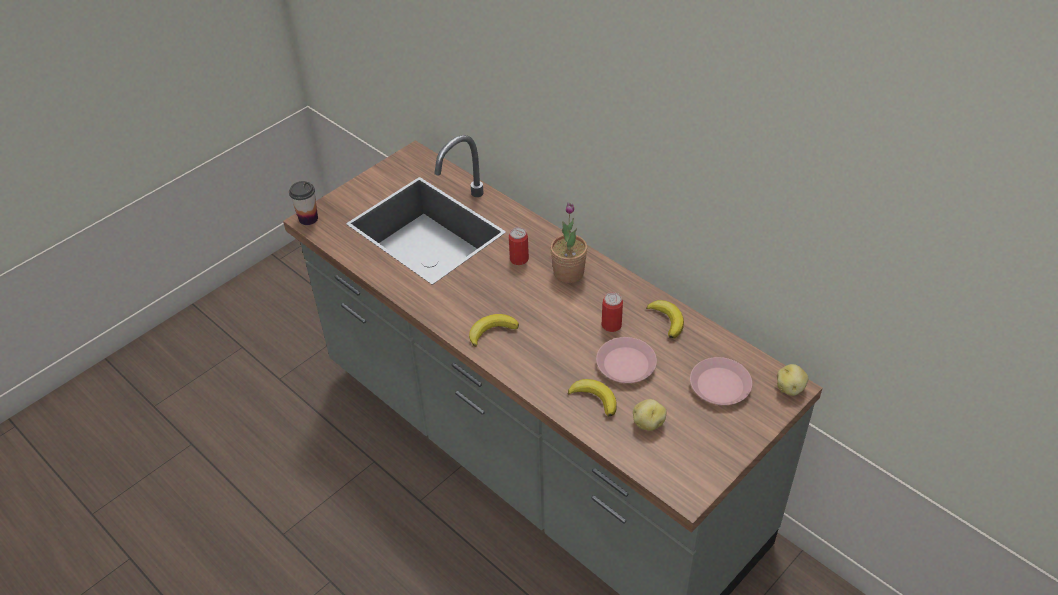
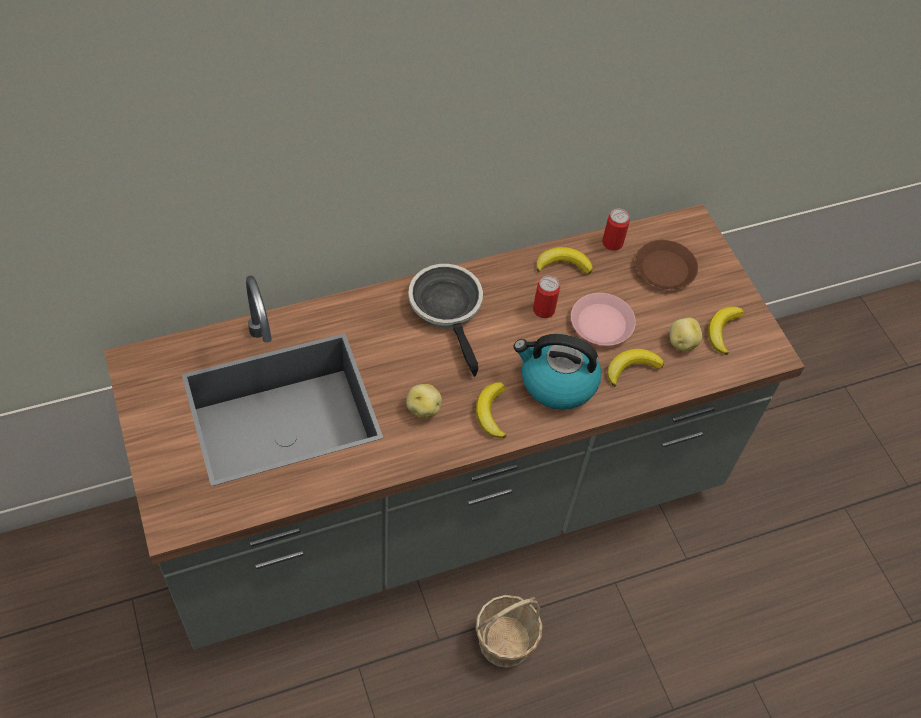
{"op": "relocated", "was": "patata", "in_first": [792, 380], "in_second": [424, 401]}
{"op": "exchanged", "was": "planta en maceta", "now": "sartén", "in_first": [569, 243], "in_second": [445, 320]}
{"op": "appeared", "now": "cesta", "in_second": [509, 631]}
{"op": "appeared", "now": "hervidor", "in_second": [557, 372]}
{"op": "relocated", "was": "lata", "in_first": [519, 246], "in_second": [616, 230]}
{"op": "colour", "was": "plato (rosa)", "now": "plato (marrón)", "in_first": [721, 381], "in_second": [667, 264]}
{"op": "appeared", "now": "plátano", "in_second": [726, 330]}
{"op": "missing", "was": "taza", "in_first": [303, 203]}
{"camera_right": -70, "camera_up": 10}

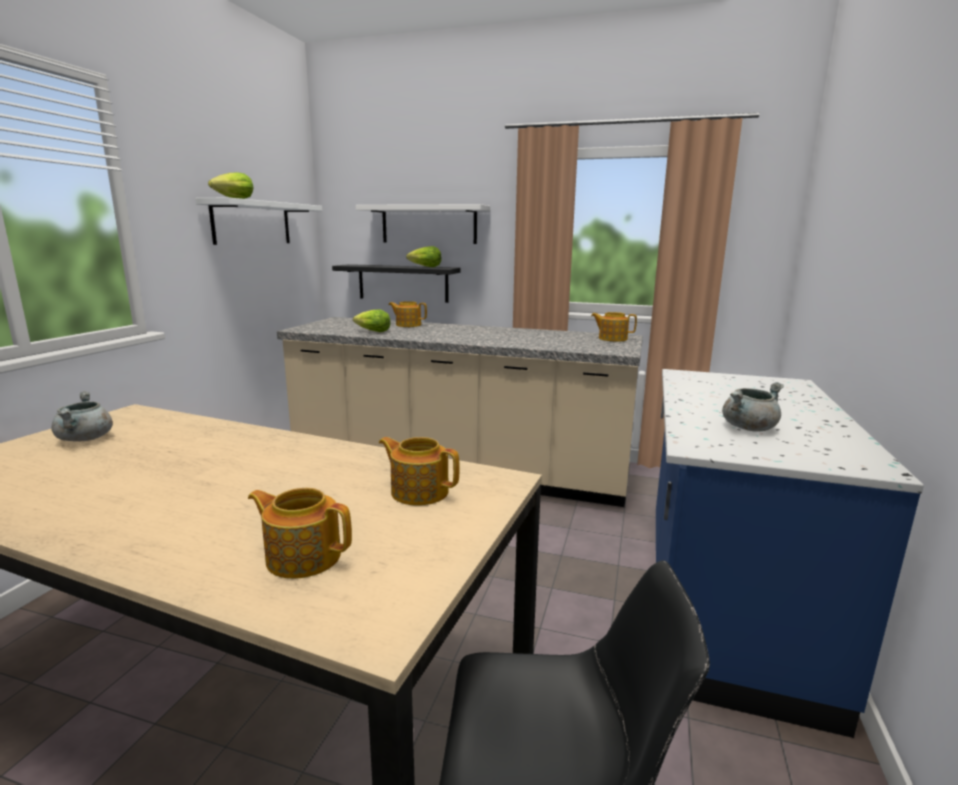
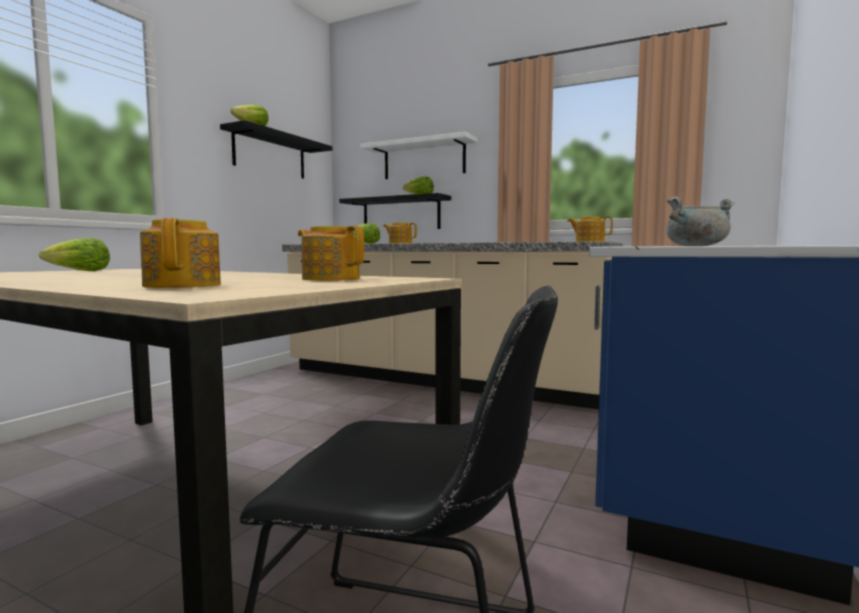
{"op": "exchanged", "was": "olla (gris)", "now": "lechuga", "in_first": [82, 416], "in_second": [74, 254]}
{"op": "spun", "was": "tetera", "in_first": [300, 533], "in_second": [180, 253], "clockwise": 45}
{"op": "colour", "was": "estante (blanco)", "now": "estante (negro)", "in_first": [258, 221], "in_second": [276, 149]}
{"camera_right": 10, "camera_up": -10}

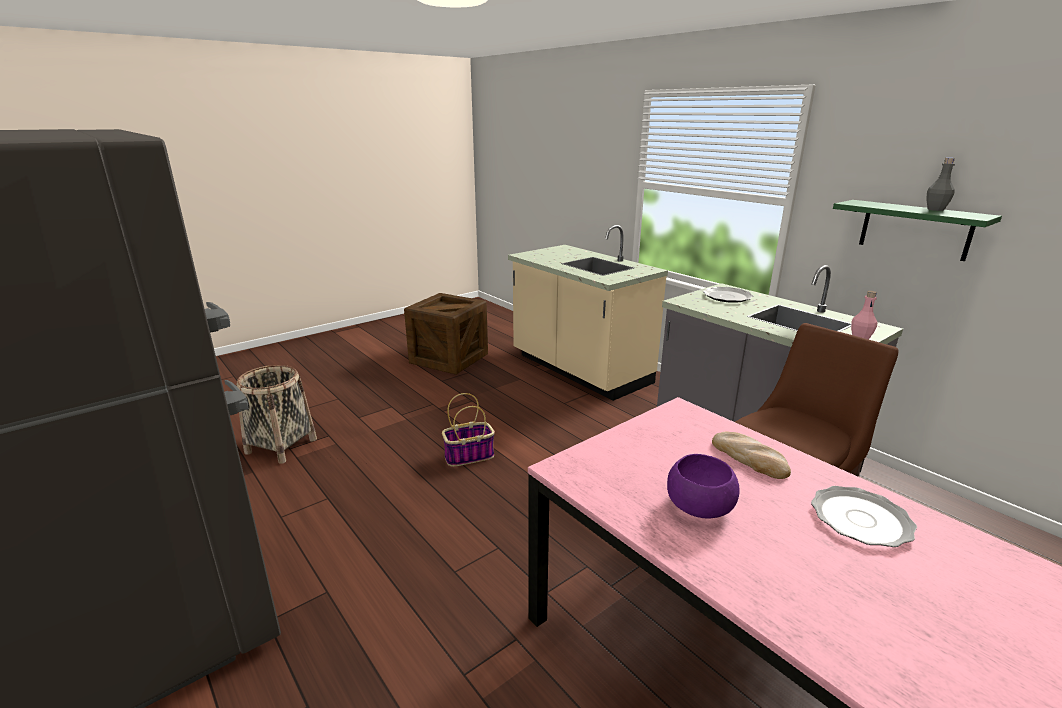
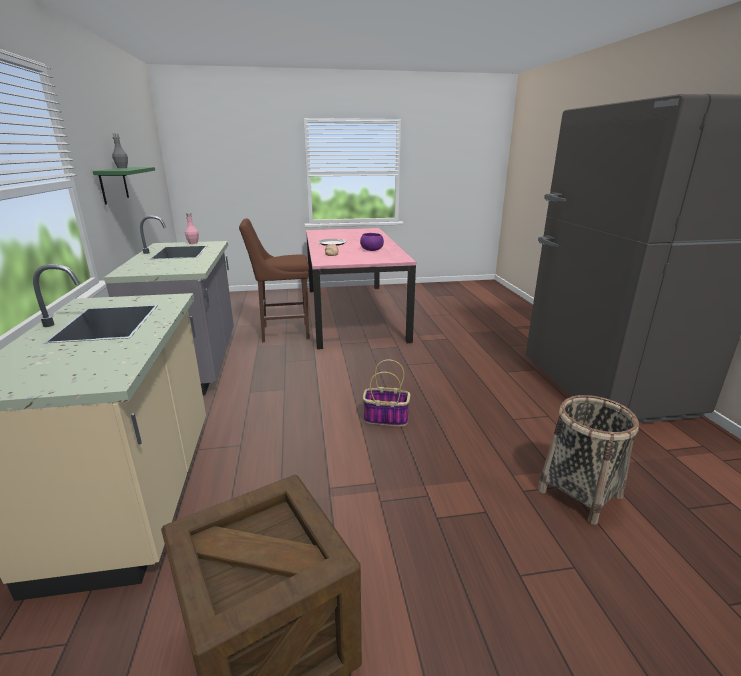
{"op": "missing", "was": "plato", "in_first": [728, 295]}
{"camera_right": -150, "camera_up": 0}

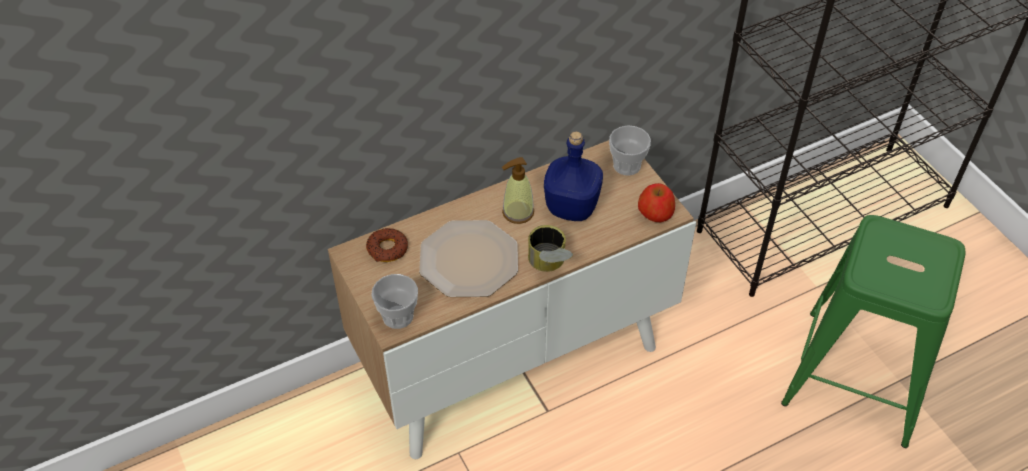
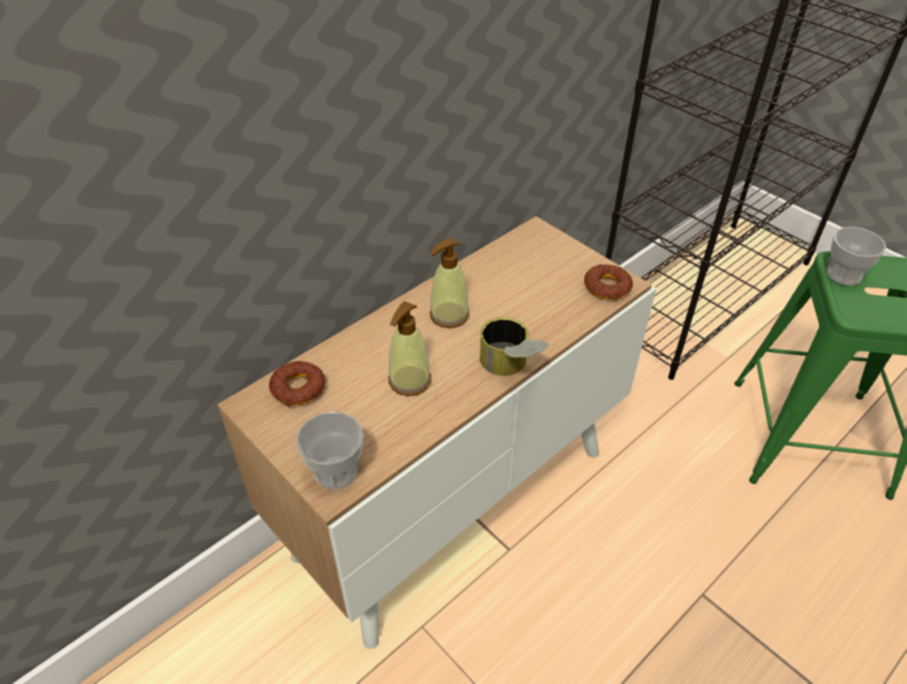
{"op": "exchanged", "was": "plato", "now": "dispensador de jabón", "in_first": [468, 258], "in_second": [409, 348]}
{"op": "exchanged", "was": "manzana", "now": "rosquilla", "in_first": [656, 202], "in_second": [608, 282]}
{"op": "relocated", "was": "taza", "in_first": [630, 150], "in_second": [856, 256]}
{"op": "missing", "was": "botella (azul)", "in_first": [573, 176]}
{"camera_right": -15, "camera_up": -5}

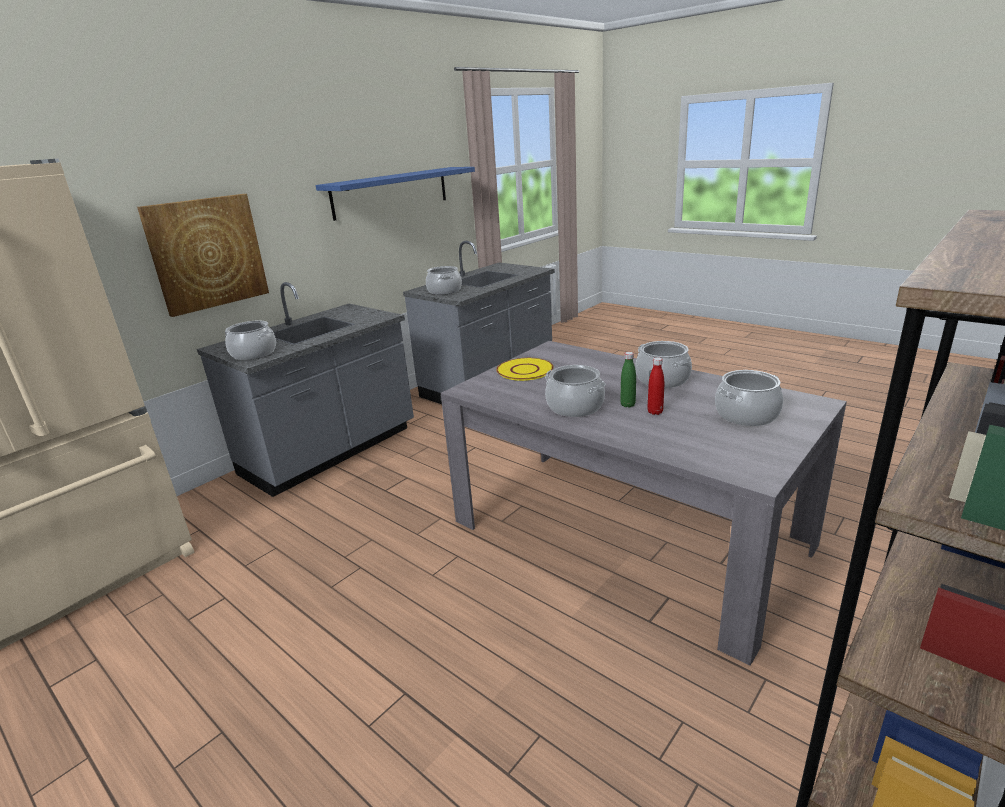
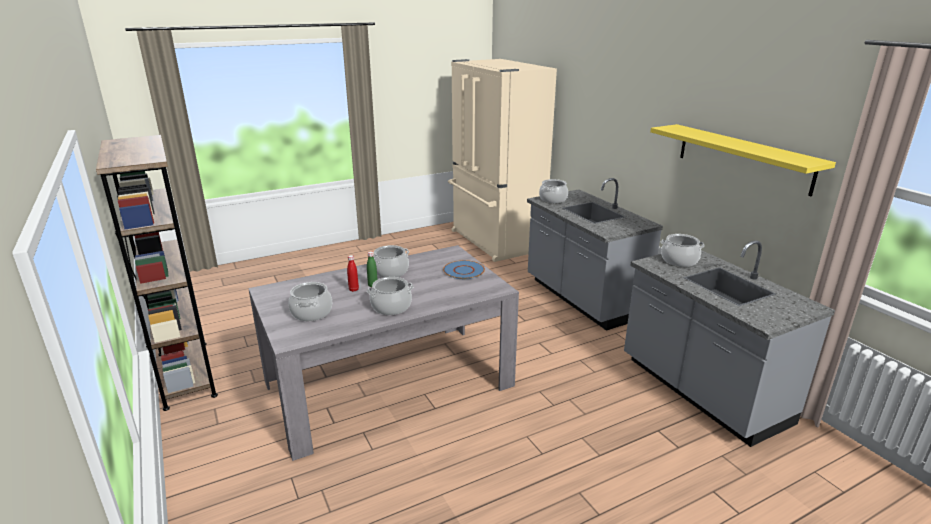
{"op": "colour", "was": "plato (amarillo)", "now": "plato (azul)", "in_first": [524, 369], "in_second": [464, 269]}
{"op": "colour", "was": "estante (azul)", "now": "estante (amarillo)", "in_first": [395, 194], "in_second": [743, 160]}
{"op": "missing", "was": "cuadro", "in_first": [203, 255]}
{"camera_right": 110, "camera_up": 0}

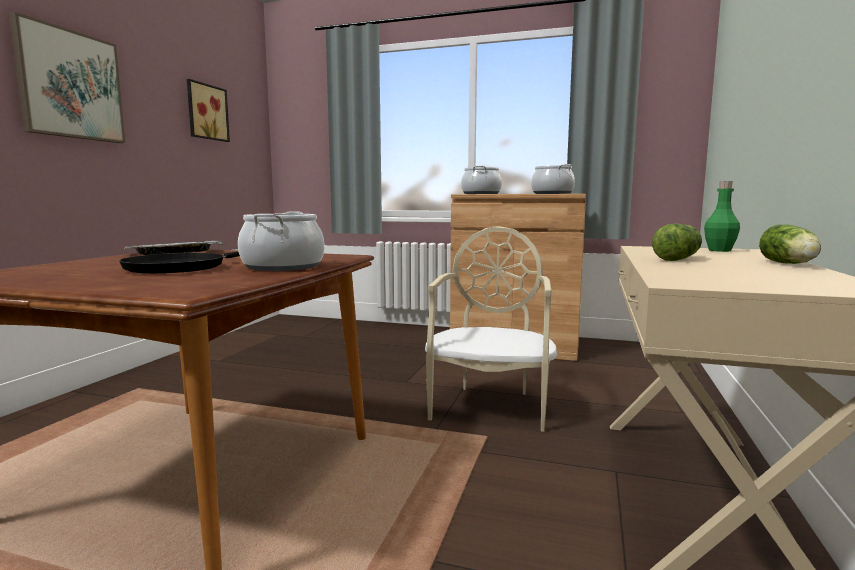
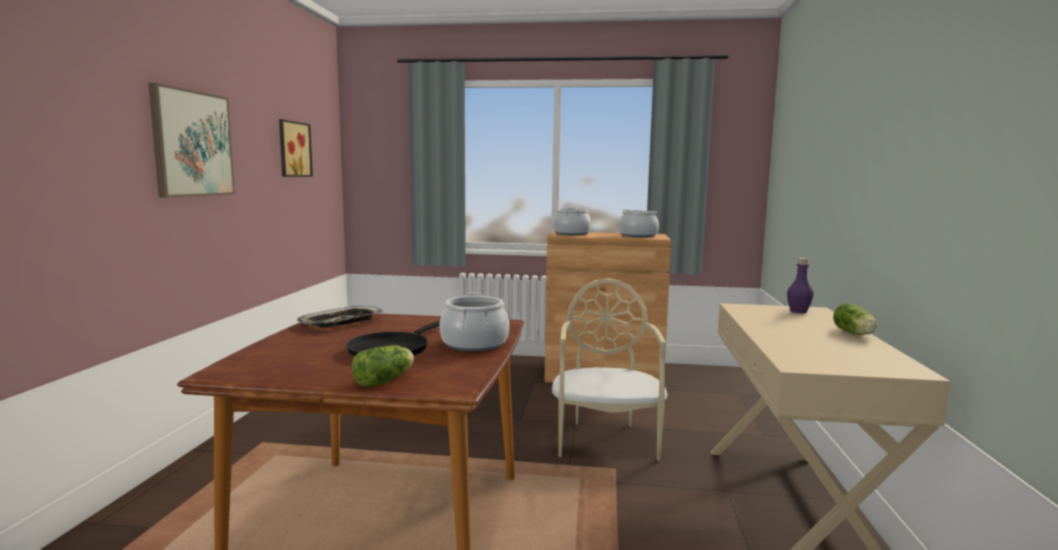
{"op": "relocated", "was": "lechuga", "in_first": [677, 242], "in_second": [382, 366]}
{"op": "colour", "was": "botella (verde)", "now": "botella (morado)", "in_first": [722, 216], "in_second": [800, 285]}
{"camera_right": -10, "camera_up": 0}

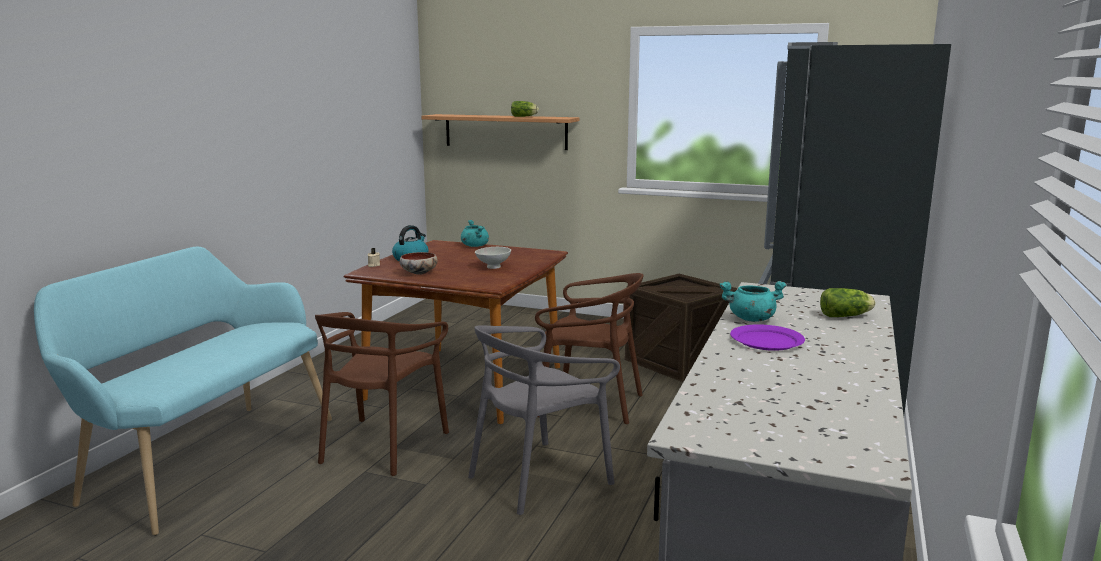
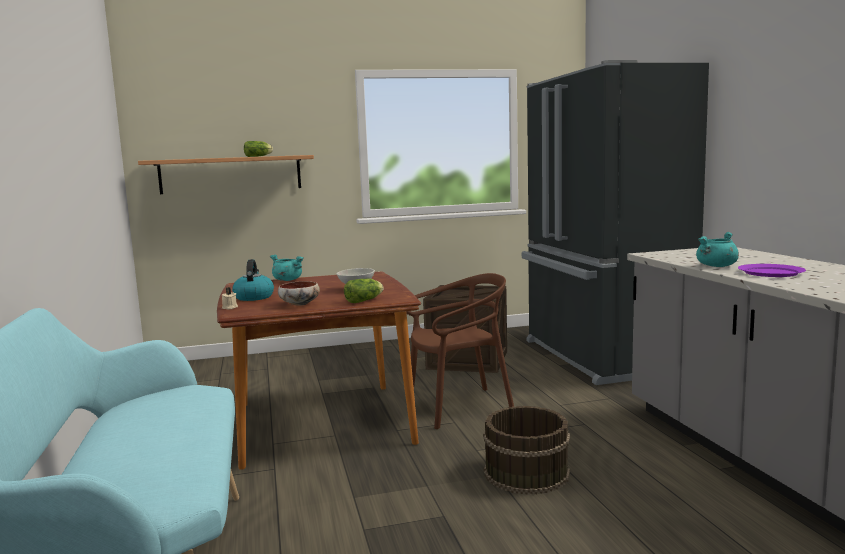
{"op": "relocated", "was": "lechuga", "in_first": [847, 302], "in_second": [363, 291]}
{"op": "exchanged", "was": "silla (gris)", "now": "cubo (marrón)", "in_first": [544, 420], "in_second": [526, 450]}
{"op": "missing", "was": "silla (marrón)", "in_first": [382, 394]}
{"camera_right": -35, "camera_up": -5}

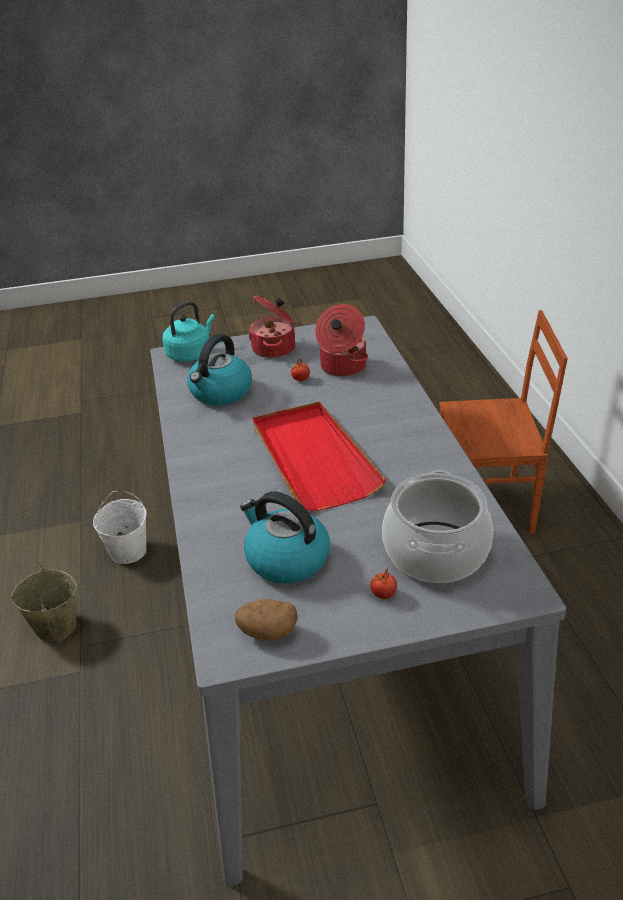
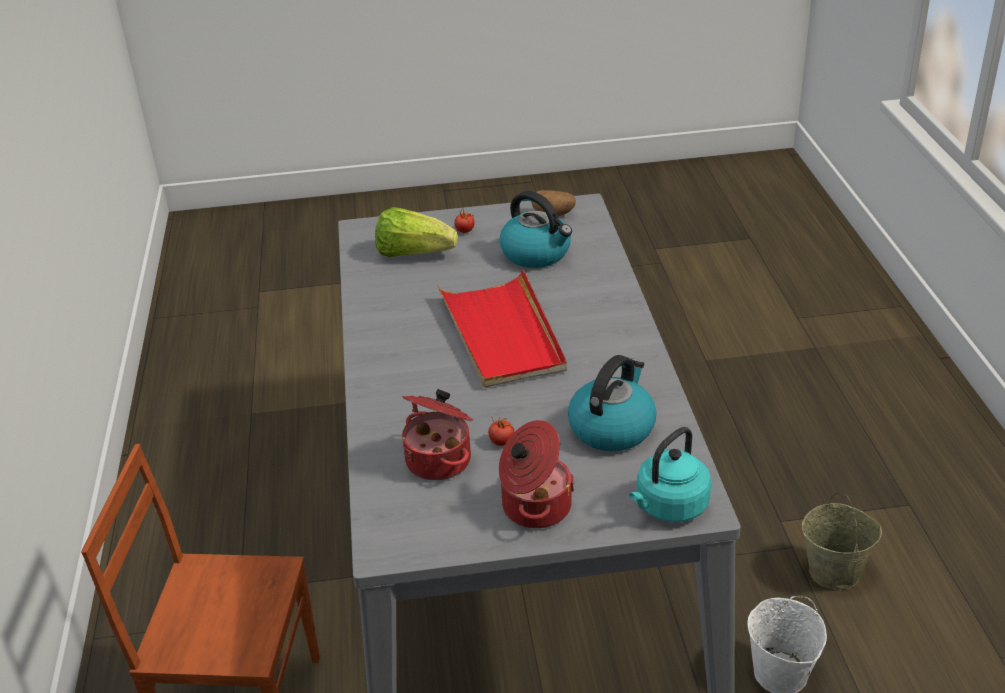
{"op": "exchanged", "was": "olla", "now": "lechuga", "in_first": [437, 526], "in_second": [416, 232]}
{"camera_right": -175, "camera_up": 0}

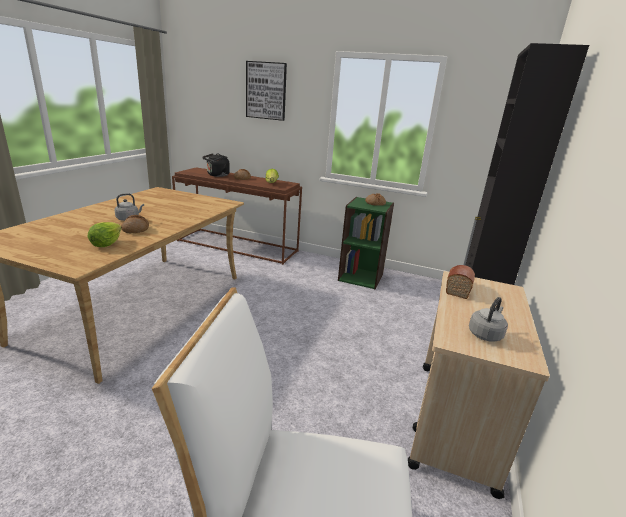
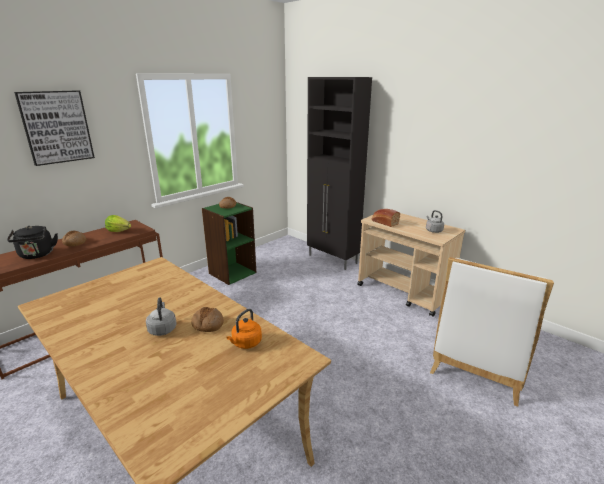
{"op": "exchanged", "was": "lechuga", "now": "hervidor (naranja)", "in_first": [105, 234], "in_second": [244, 329]}
{"camera_right": -65, "camera_up": 0}

